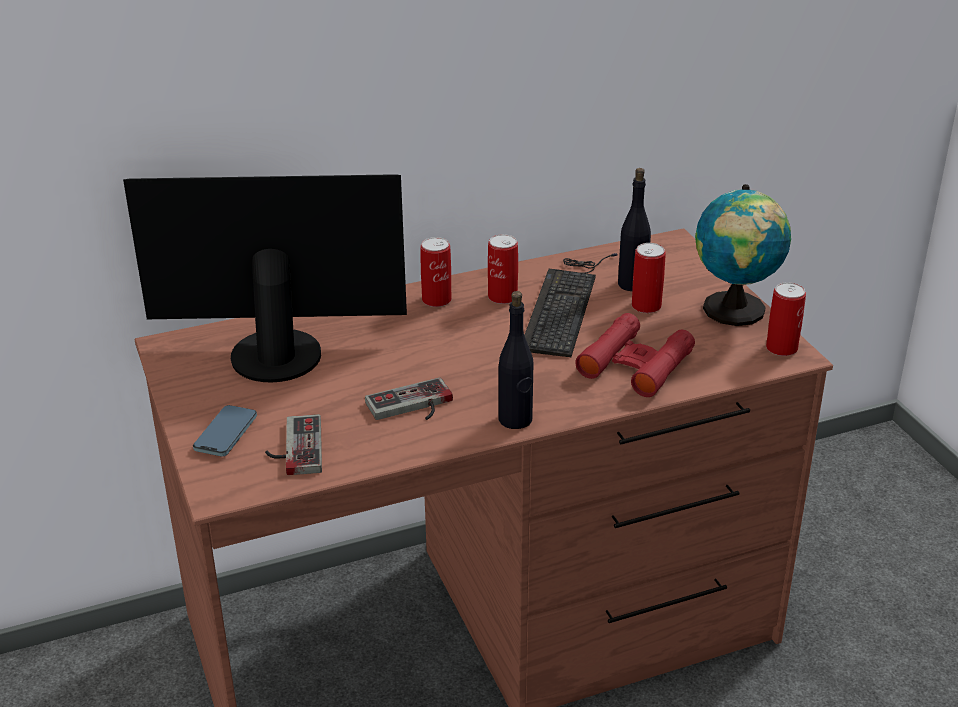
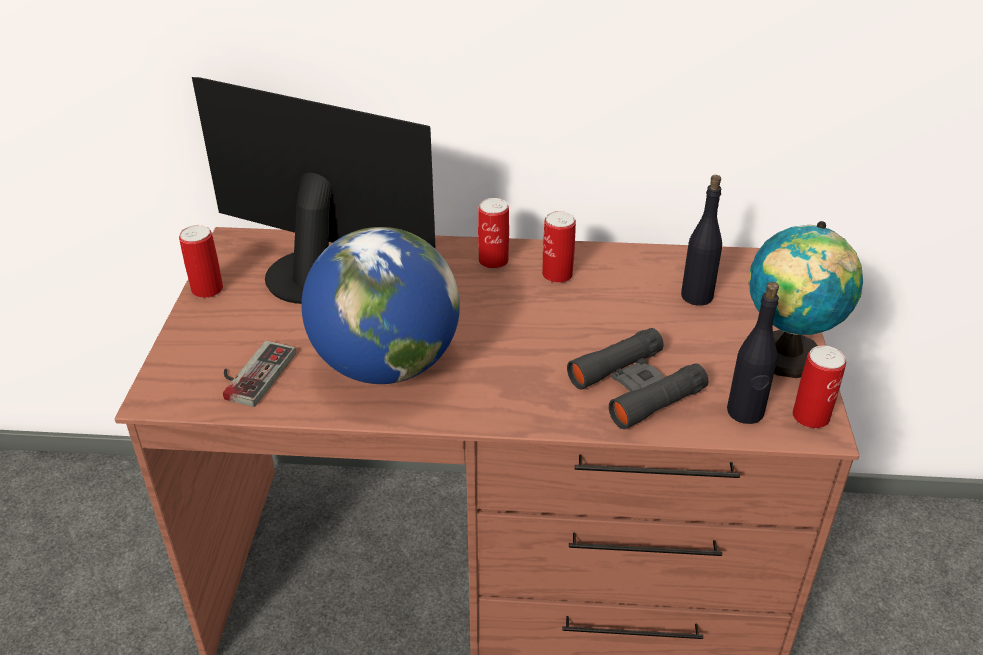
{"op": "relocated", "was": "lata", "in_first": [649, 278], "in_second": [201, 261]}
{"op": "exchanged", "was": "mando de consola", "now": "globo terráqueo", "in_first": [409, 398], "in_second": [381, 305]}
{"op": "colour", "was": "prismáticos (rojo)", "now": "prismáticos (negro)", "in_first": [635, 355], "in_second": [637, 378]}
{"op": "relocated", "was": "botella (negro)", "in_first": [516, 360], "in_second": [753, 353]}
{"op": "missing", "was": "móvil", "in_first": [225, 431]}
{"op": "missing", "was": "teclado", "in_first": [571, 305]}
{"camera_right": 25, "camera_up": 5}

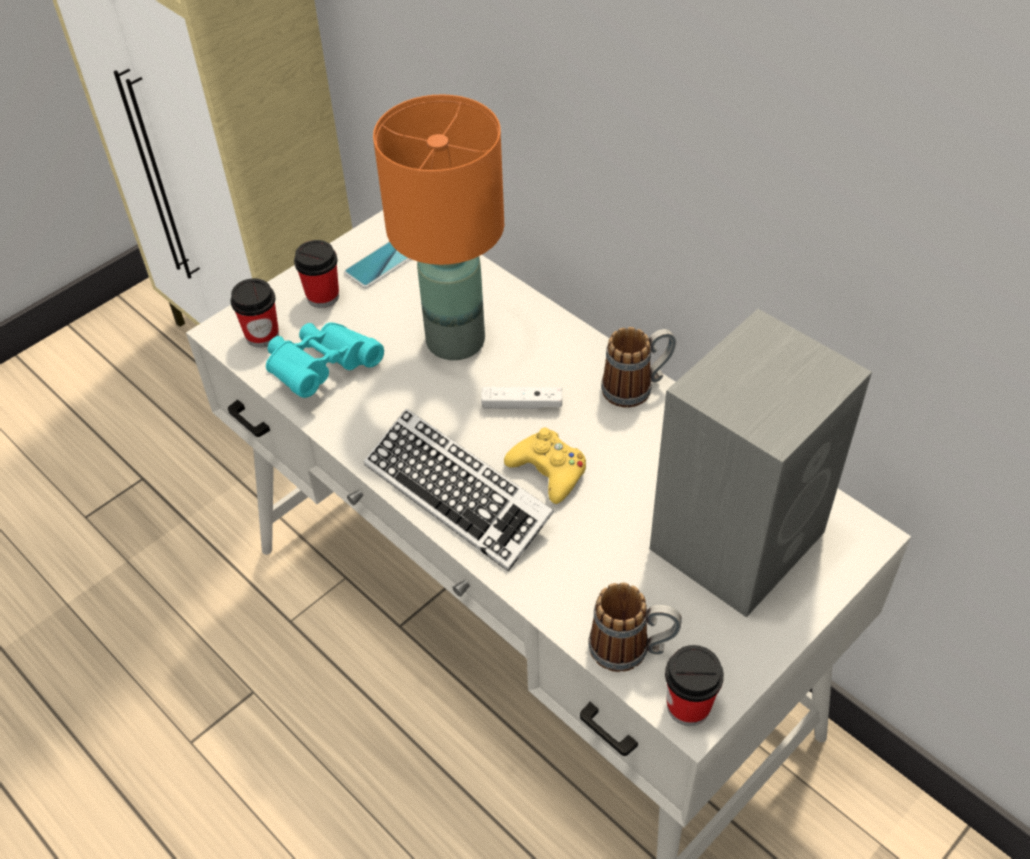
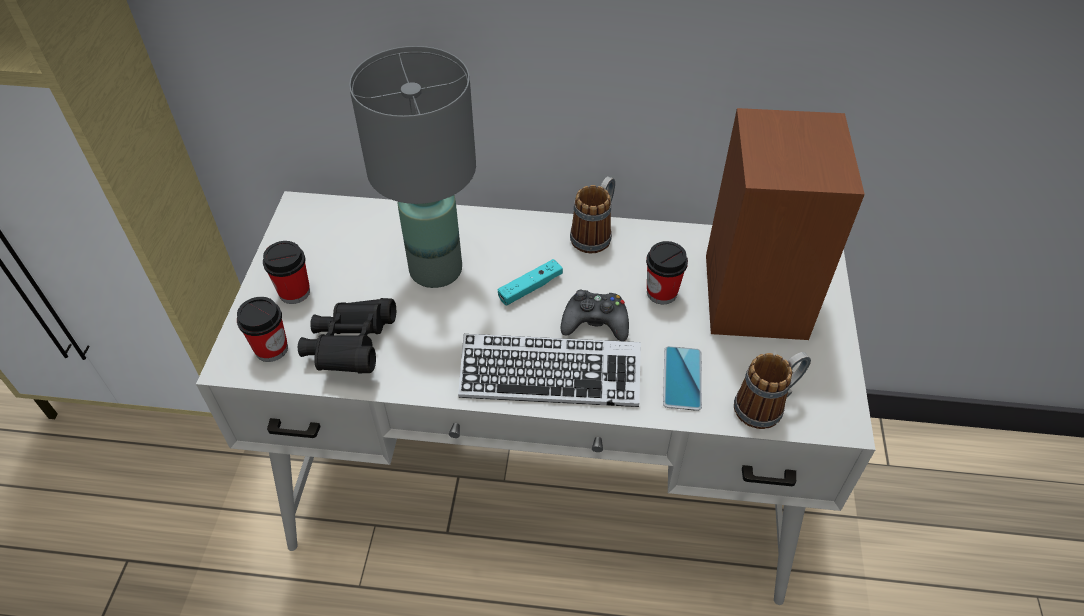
{"op": "colour", "was": "prismáticos (turquesa)", "now": "prismáticos (negro)", "in_first": [325, 360], "in_second": [347, 335]}
{"op": "colour", "was": "lámpara de mesa (naranja)", "now": "lámpara de mesa (gris)", "in_first": [438, 227], "in_second": [412, 167]}
{"op": "colour", "was": "mando de consola (blanco)", "now": "mando de consola (turquesa)", "in_first": [521, 398], "in_second": [530, 282]}
{"op": "colour", "was": "mando de consola (amarillo)", "now": "mando de consola (negro)", "in_first": [545, 466], "in_second": [594, 315]}
{"op": "relocated", "was": "taza", "in_first": [694, 685], "in_second": [667, 272]}
{"op": "relocated", "was": "móvil", "in_first": [377, 265], "in_second": [682, 378]}
{"op": "colour", "was": "altavoz (gris)", "now": "altavoz (marrón)", "in_first": [761, 463], "in_second": [785, 224]}
{"camera_right": -40, "camera_up": 0}

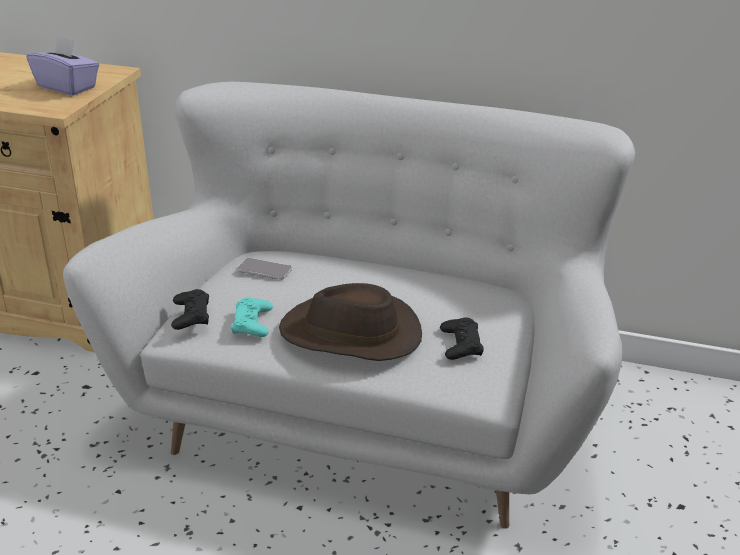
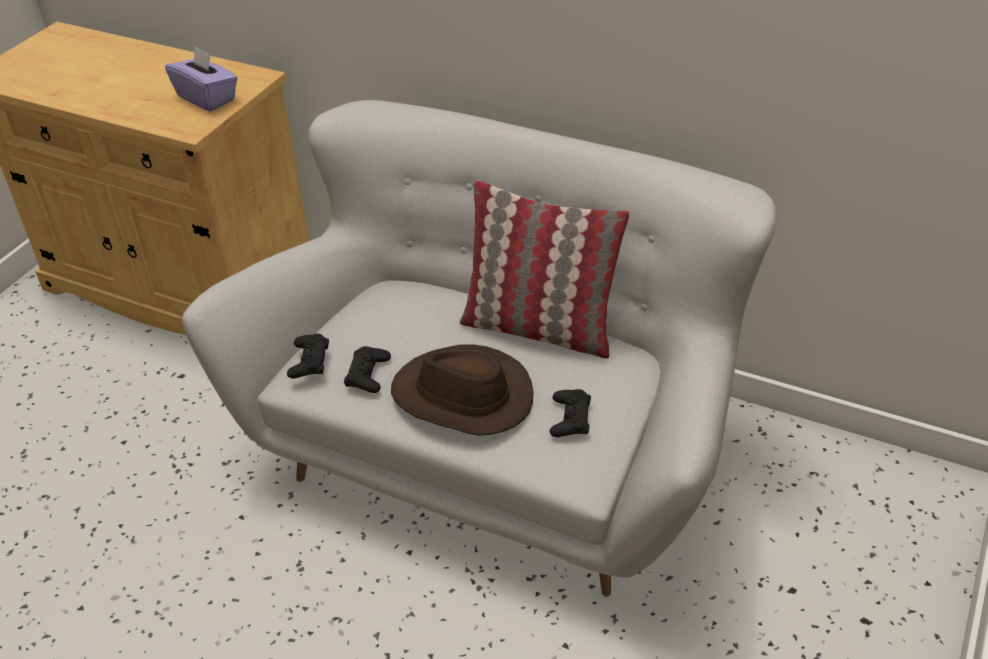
{"op": "colour", "was": "mando de consola (turquesa)", "now": "mando de consola (negro)", "in_first": [252, 317], "in_second": [367, 369]}
{"op": "appeared", "now": "cojín", "in_second": [544, 270]}
{"op": "missing", "was": "móvil", "in_first": [264, 269]}
{"camera_right": 10, "camera_up": 10}

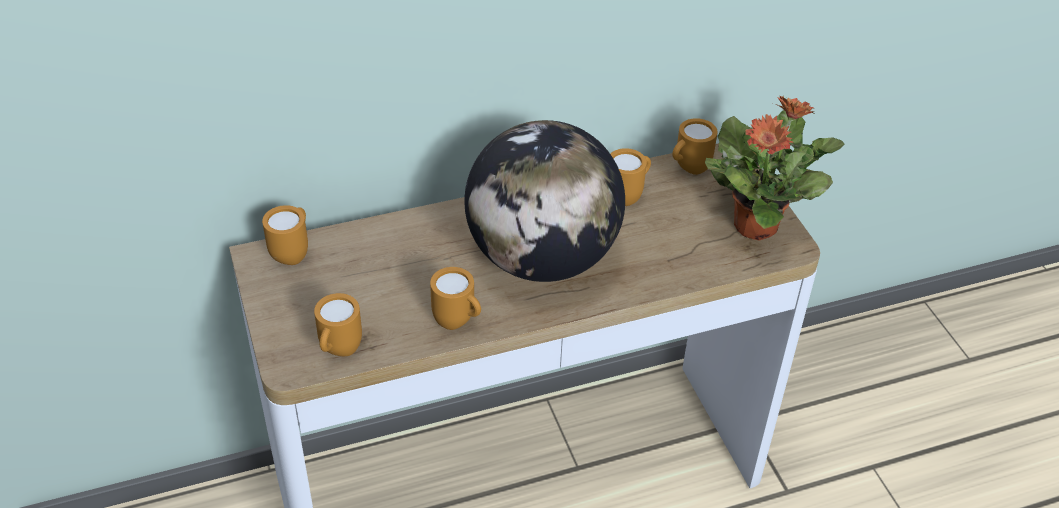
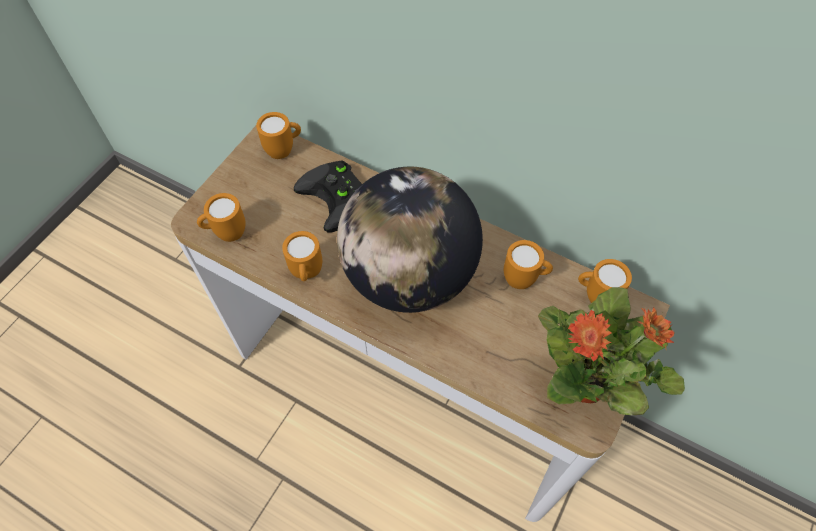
{"op": "appeared", "now": "mando de consola (negro)", "in_second": [328, 196]}
{"camera_right": 50, "camera_up": 15}

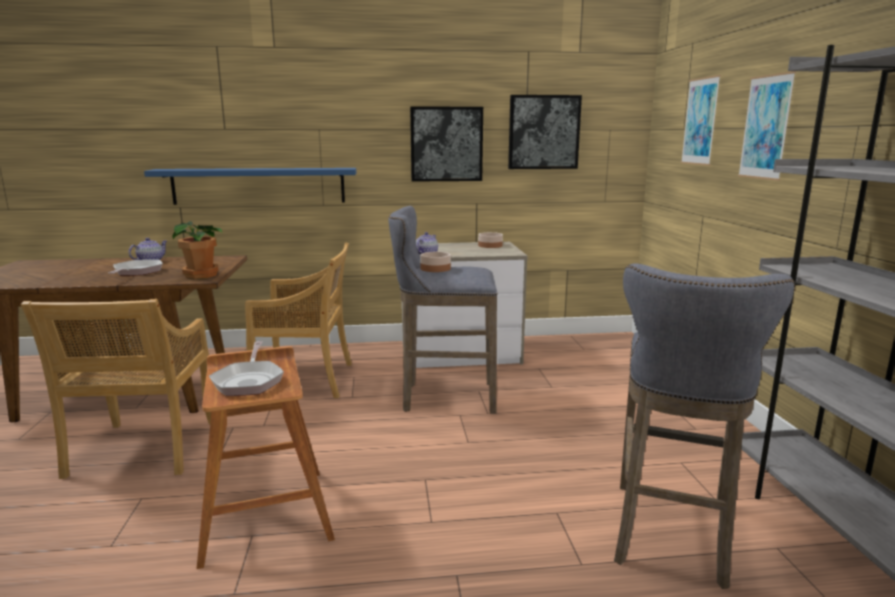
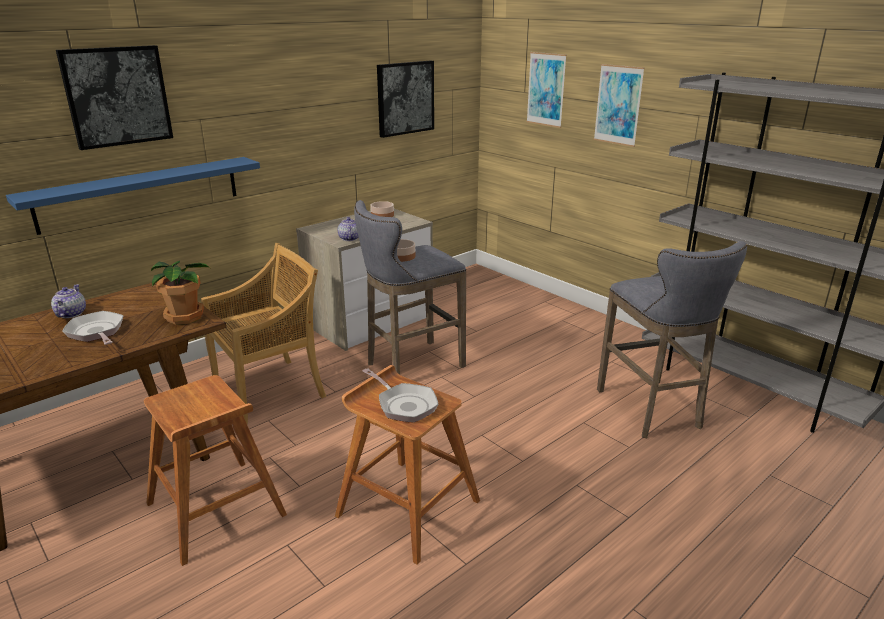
{"op": "relocated", "was": "cuadro", "in_first": [446, 144], "in_second": [114, 97]}
{"op": "exchanged", "was": "silla (beis)", "now": "taburete (marrón)", "in_first": [116, 389], "in_second": [215, 470]}
{"camera_right": -35, "camera_up": 10}

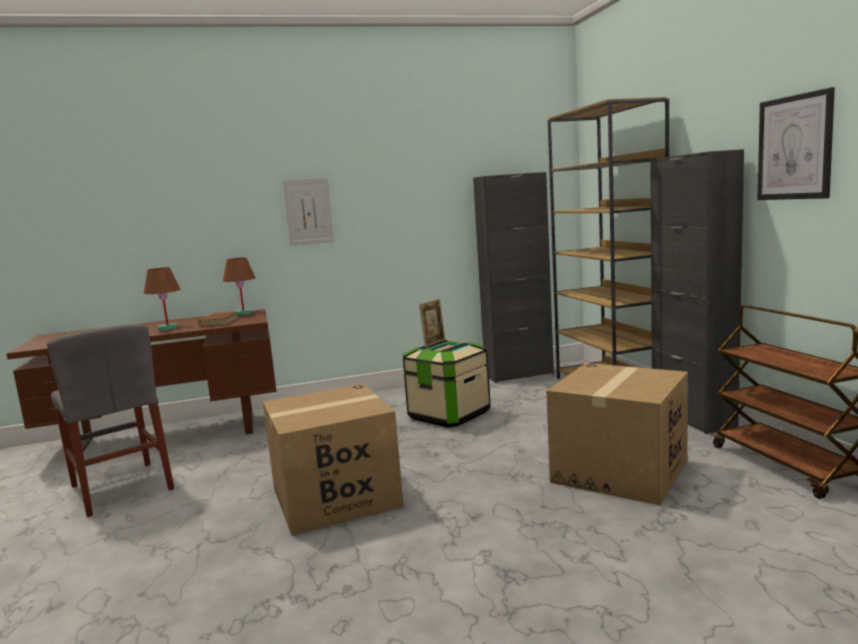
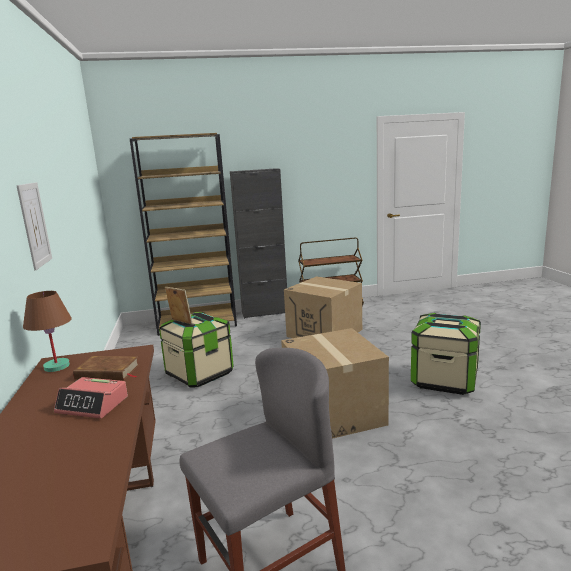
{"op": "exchanged", "was": "lámpara de mesa (marrón)", "now": "despertador", "in_first": [162, 298], "in_second": [91, 398]}
{"op": "appeared", "now": "caja de almacenaje", "in_second": [446, 354]}
{"op": "missing", "was": "armario (negro)", "in_first": [513, 277]}
{"op": "missing", "was": "cuadro", "in_first": [796, 143]}
{"camera_right": -85, "camera_up": 5}

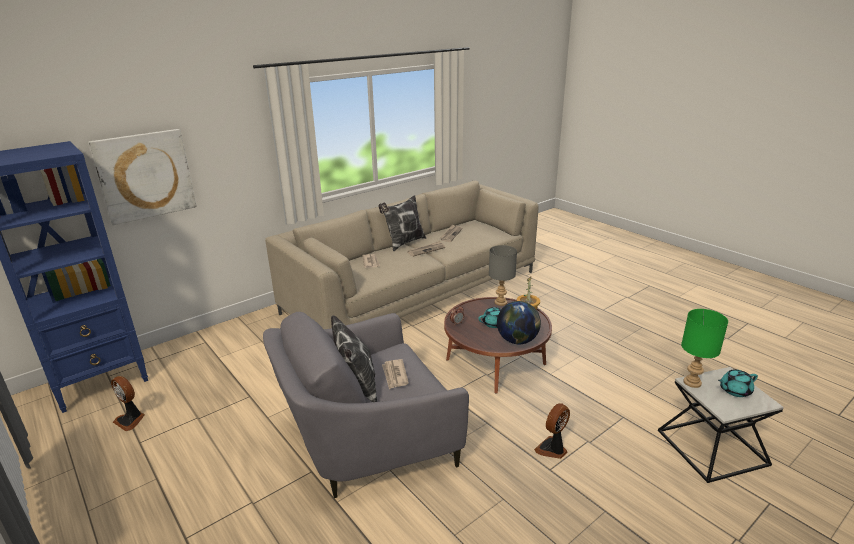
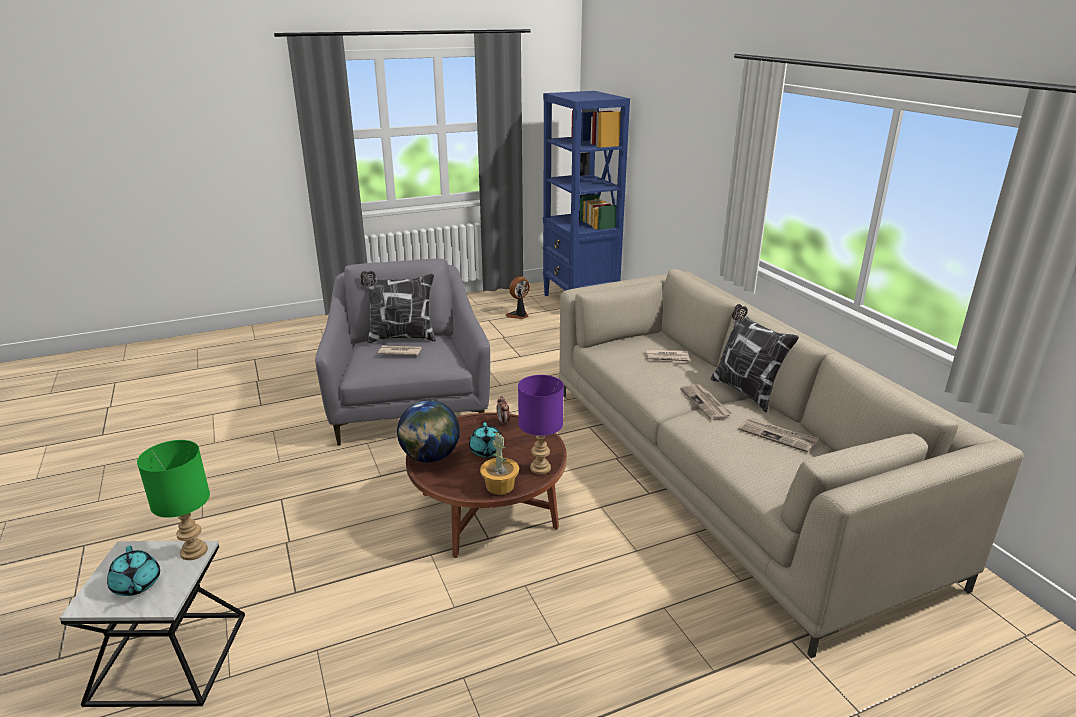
{"op": "spun", "was": "tetera (turquesa)", "in_first": [738, 383], "in_second": [133, 571], "clockwise": 150}
{"op": "colour", "was": "lámpara de mesa (gris)", "now": "lámpara de mesa (morado)", "in_first": [503, 275], "in_second": [541, 424]}
{"op": "missing", "was": "cuadro", "in_first": [142, 177]}
{"op": "missing", "was": "ventilador", "in_first": [552, 431]}
{"camera_right": 105, "camera_up": 0}

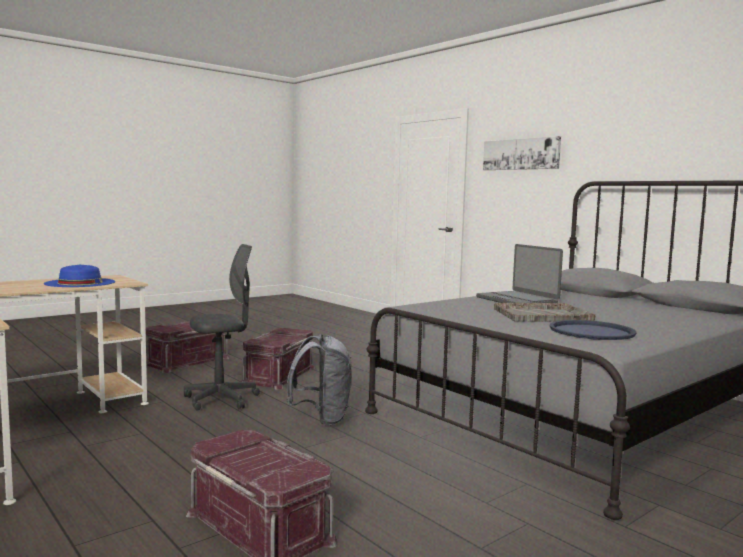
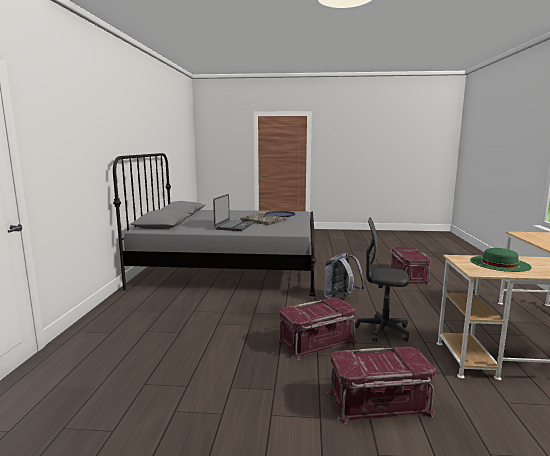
{"op": "colour", "was": "sombrero (azul)", "now": "sombrero (verde)", "in_first": [79, 276], "in_second": [501, 260]}
{"op": "missing", "was": "cuadro", "in_first": [522, 153]}
{"camera_right": -135, "camera_up": 5}

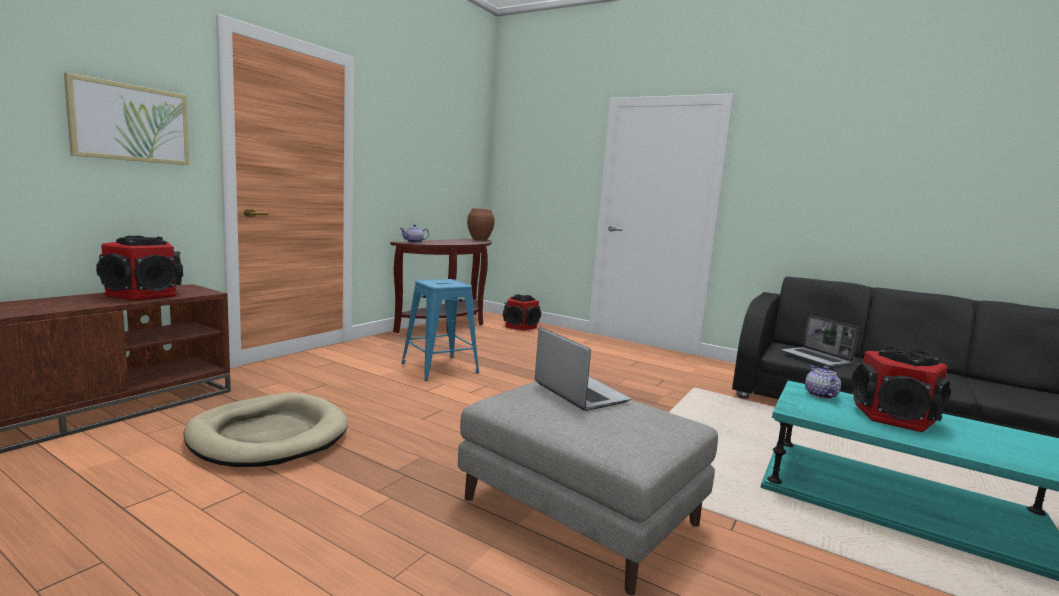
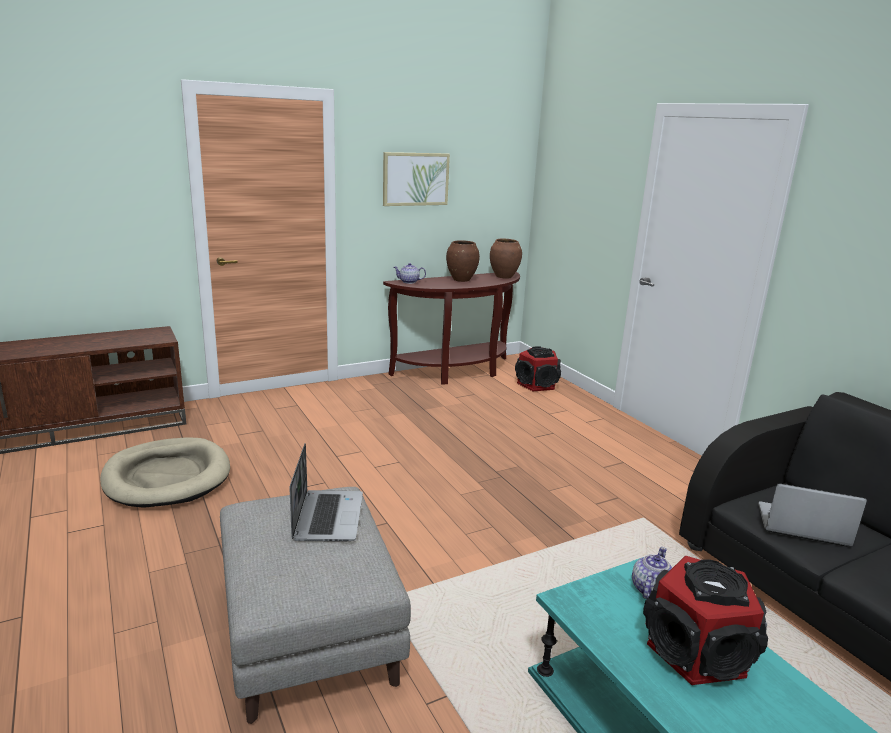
{"op": "relocated", "was": "cuadro", "in_first": [126, 119], "in_second": [416, 179]}
{"op": "appeared", "now": "florero (marrón)", "in_second": [463, 261]}
{"op": "spun", "was": "portátil", "in_first": [820, 341], "in_second": [812, 515], "clockwise": 105}
{"op": "missing", "was": "altavoz", "in_first": [139, 268]}
{"op": "missing", "was": "taburete (azul)", "in_first": [440, 330]}
{"camera_right": 30, "camera_up": 10}

